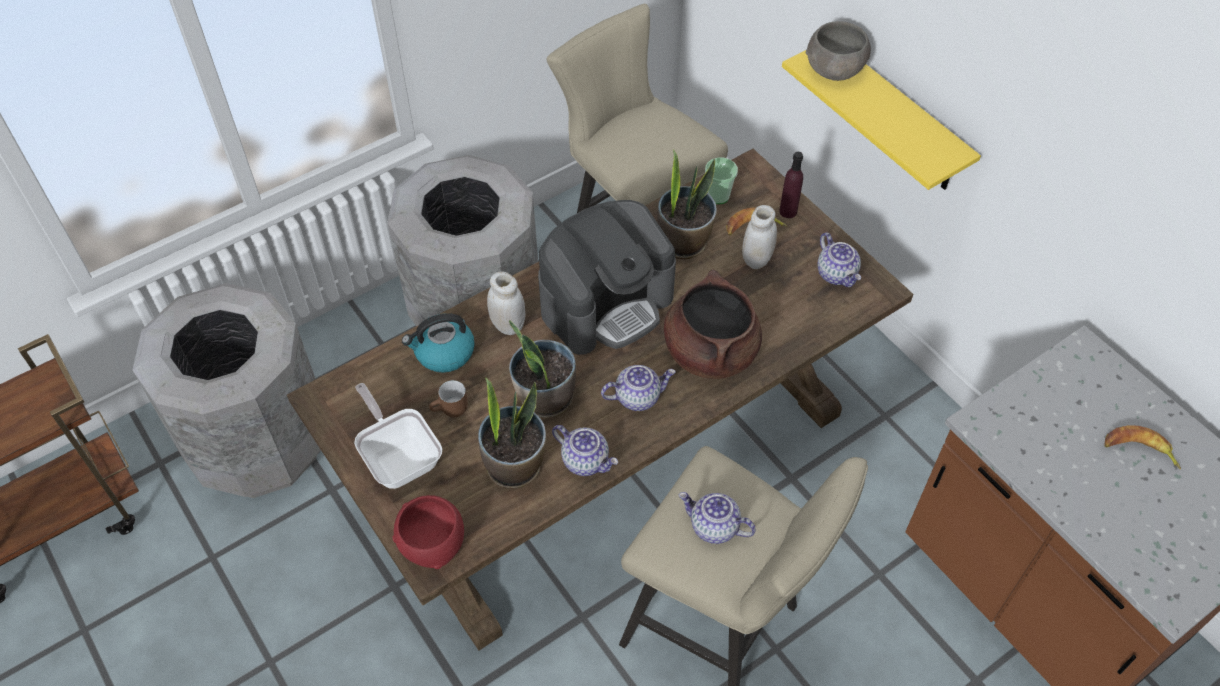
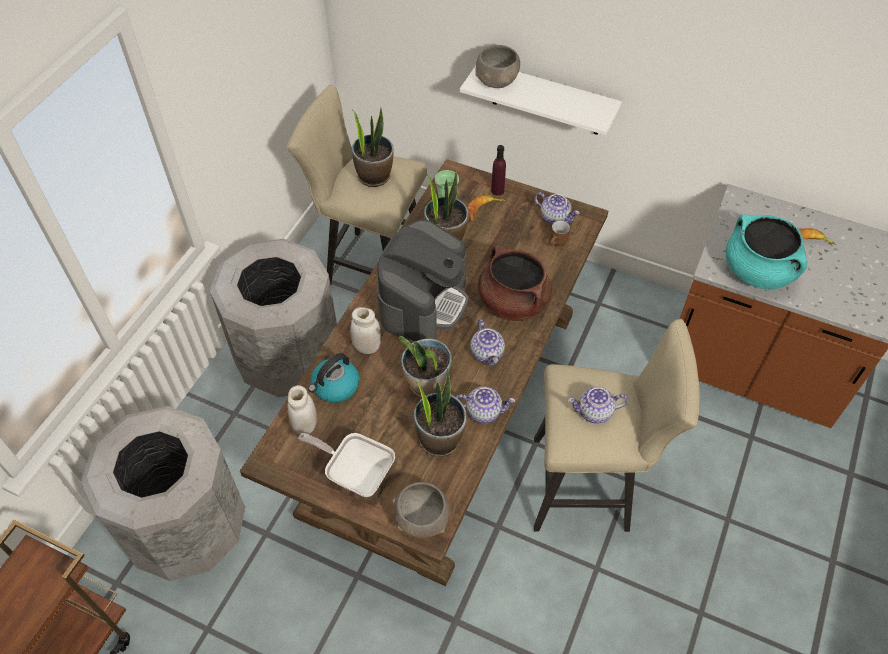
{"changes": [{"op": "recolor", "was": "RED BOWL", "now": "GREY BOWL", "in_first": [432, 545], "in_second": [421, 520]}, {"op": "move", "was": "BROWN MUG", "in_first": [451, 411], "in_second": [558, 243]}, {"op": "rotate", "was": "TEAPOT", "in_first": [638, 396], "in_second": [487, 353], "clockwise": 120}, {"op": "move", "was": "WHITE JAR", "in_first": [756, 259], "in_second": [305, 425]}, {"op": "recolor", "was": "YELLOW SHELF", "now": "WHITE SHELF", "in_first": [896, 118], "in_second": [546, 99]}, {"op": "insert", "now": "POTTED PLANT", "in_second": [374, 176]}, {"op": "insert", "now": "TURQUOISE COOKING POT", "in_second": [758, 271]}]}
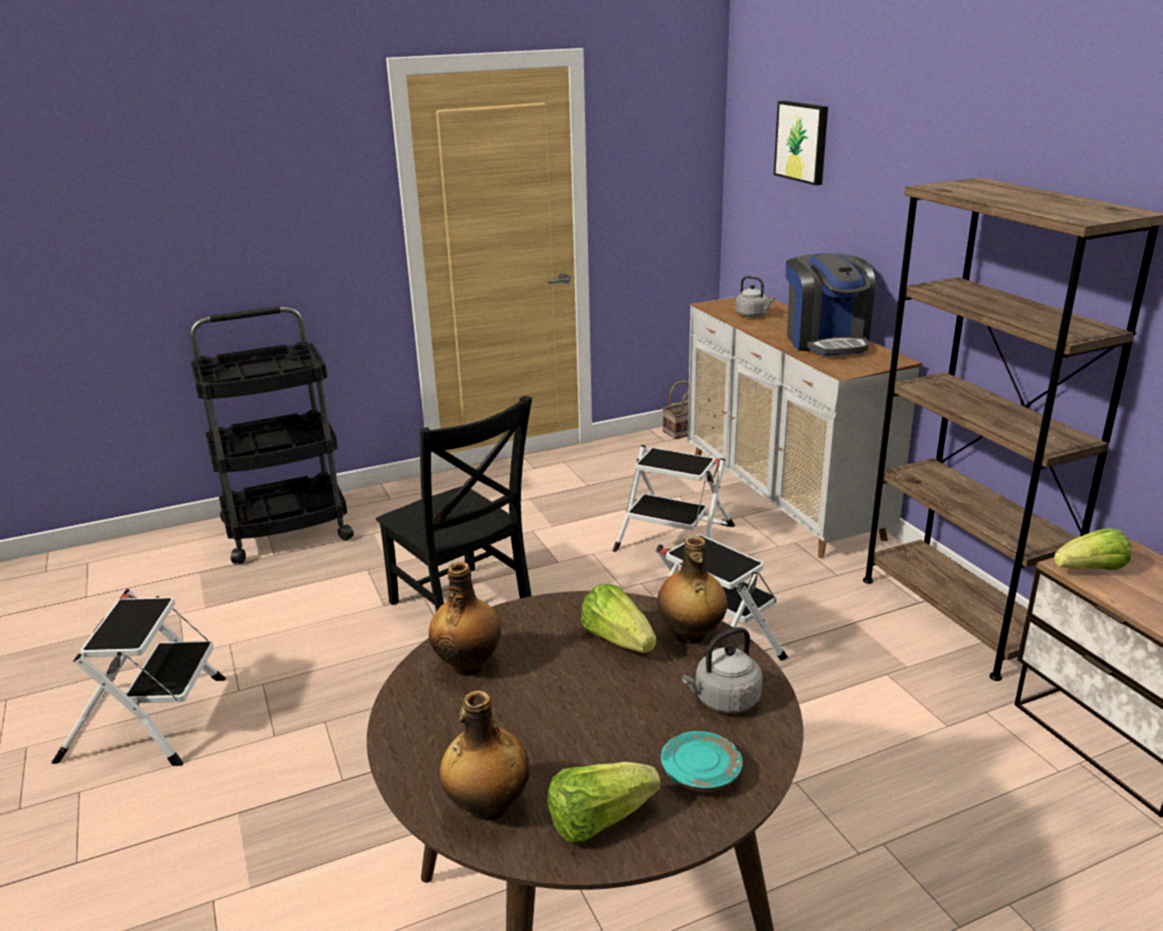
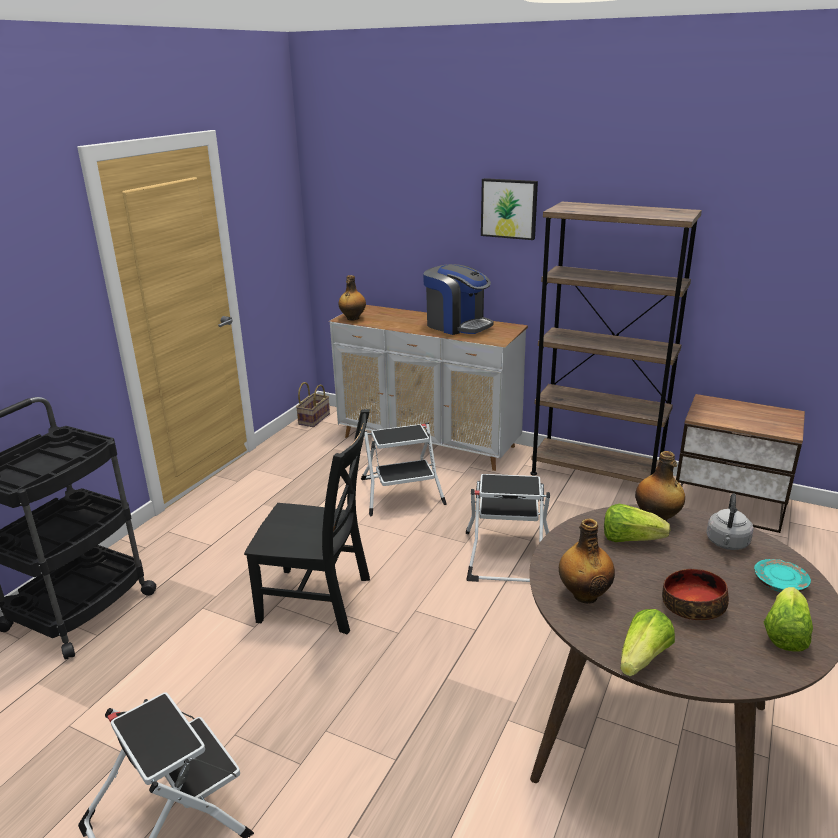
{"changes": [{"op": "move", "was": "BOTTLE", "in_first": [487, 806], "in_second": [352, 318]}, {"op": "delete", "was": "GREY KETTLE", "in_first": [753, 315]}, {"op": "move", "was": "PICTURE", "in_first": [802, 142], "in_second": [509, 208]}, {"op": "move", "was": "LETTUCE", "in_first": [1091, 570], "in_second": [643, 659]}, {"op": "insert", "now": "BOWL", "in_second": [693, 605]}]}
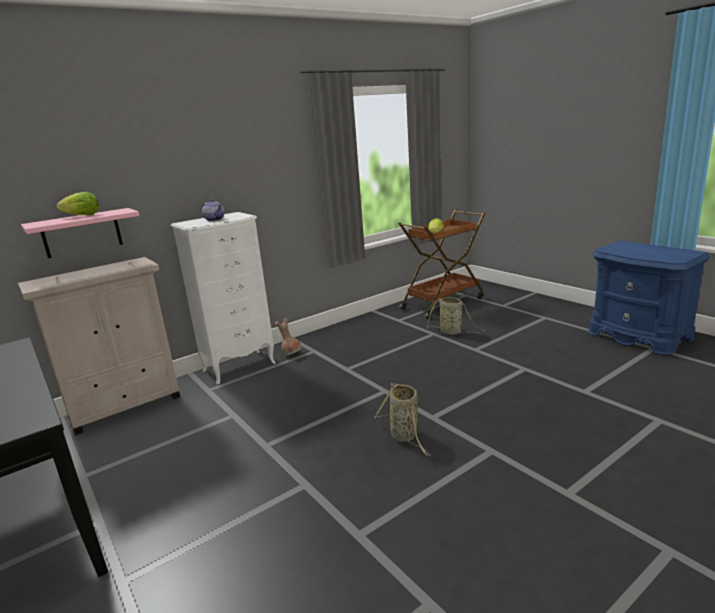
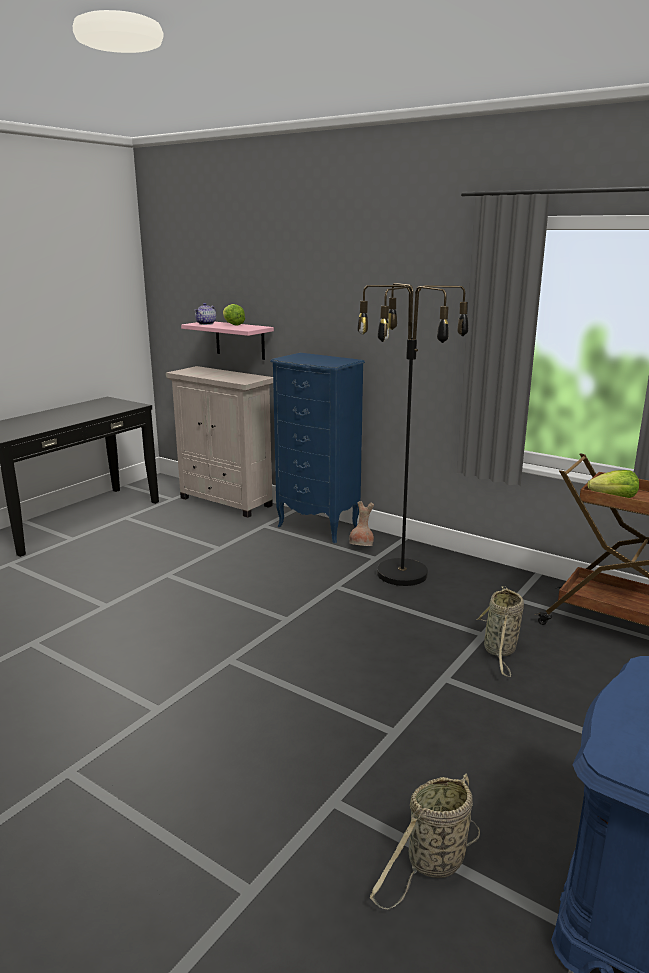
{"changes": [{"op": "recolor", "was": "WHITE DRESSER", "now": "BLUE DRESSER", "in_first": [240, 367], "in_second": [316, 528]}, {"op": "move", "was": "TEAPOT", "in_first": [215, 220], "in_second": [206, 324]}, {"op": "move", "was": "BASKET", "in_first": [405, 436], "in_second": [433, 864]}, {"op": "insert", "now": "FLOOR LAMP", "in_second": [401, 574]}]}
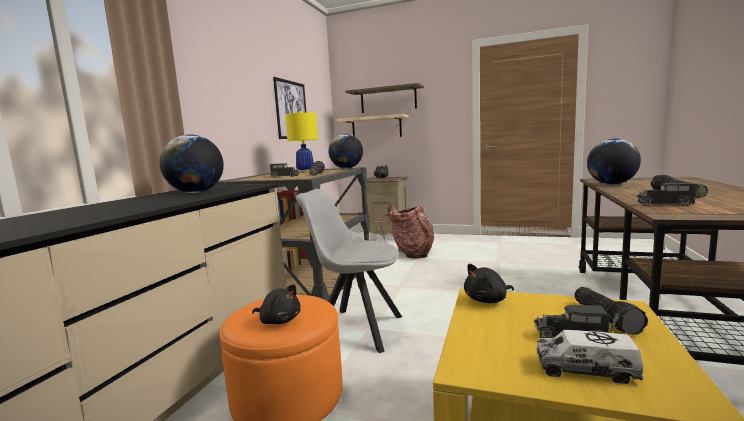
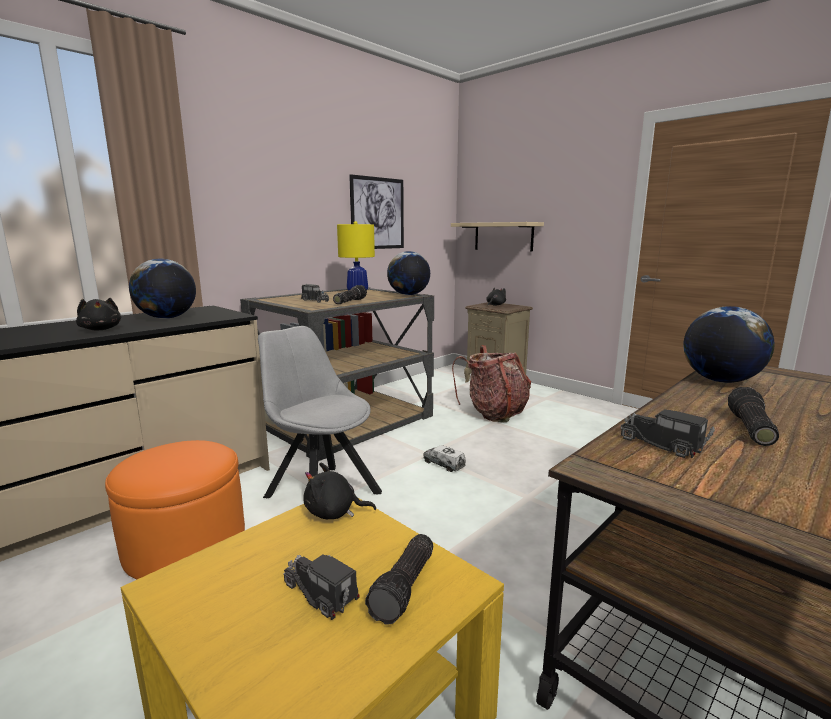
{"changes": [{"op": "move", "was": "BLACK PLUSH TOY", "in_first": [279, 320], "in_second": [101, 329]}, {"op": "delete", "was": "SHELF", "in_first": [388, 100]}, {"op": "move", "was": "TOY TRUCK", "in_first": [585, 369], "in_second": [444, 464]}]}
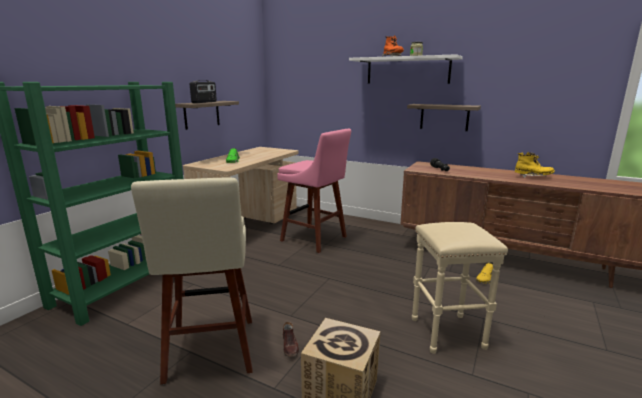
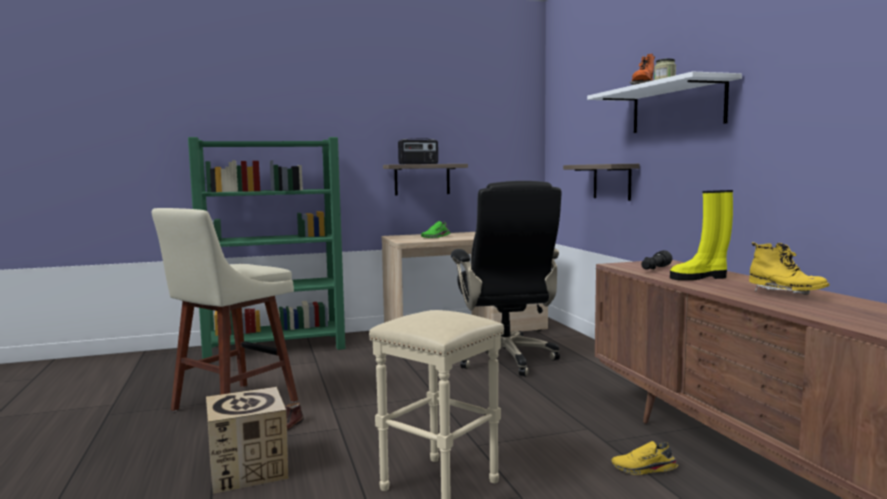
{"changes": [{"op": "replace", "was": "PINK STOOL", "now": "BLACK OFFICE CHAIR", "in_first": [315, 240], "in_second": [505, 361]}, {"op": "move", "was": "SHELF", "in_first": [444, 117], "in_second": [612, 181]}, {"op": "insert", "now": "YELLOW BOOT", "in_second": [700, 278]}]}
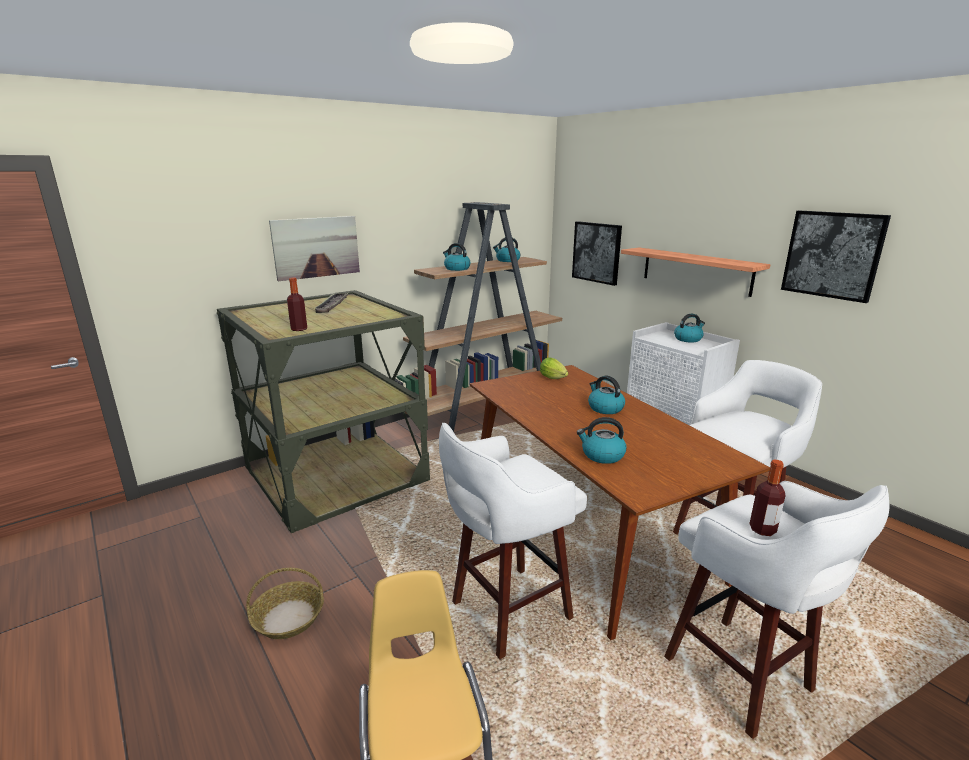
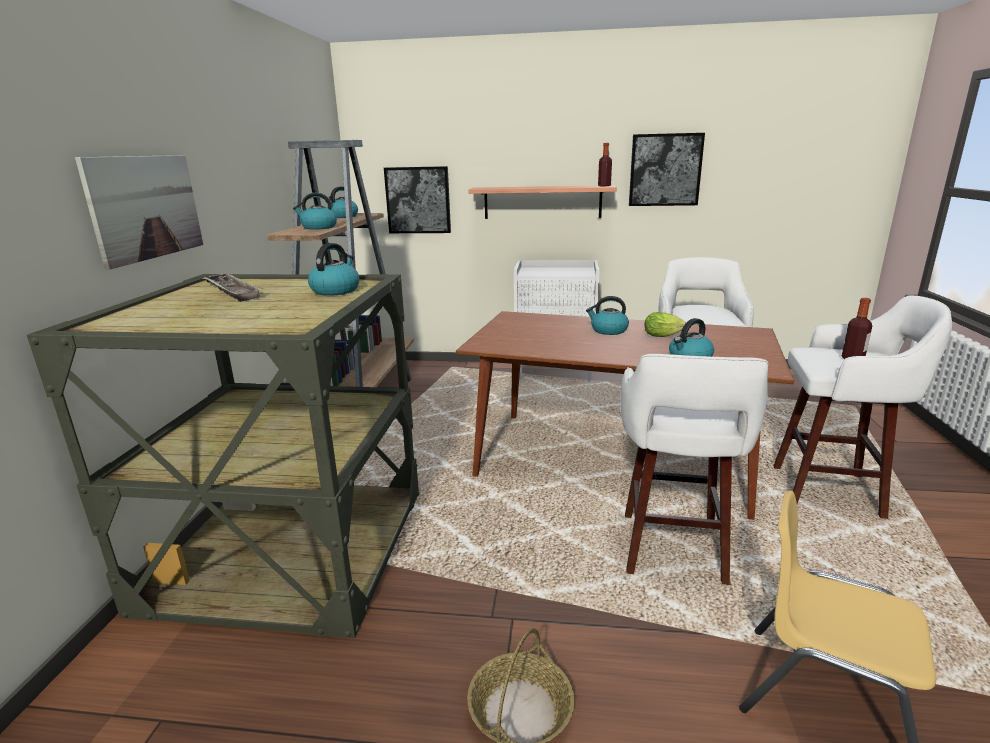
{"changes": [{"op": "move", "was": "BOTTLE", "in_first": [299, 329], "in_second": [604, 186]}, {"op": "move", "was": "LETTUCE", "in_first": [554, 379], "in_second": [664, 336]}, {"op": "move", "was": "KETTLE", "in_first": [688, 339], "in_second": [336, 290]}]}
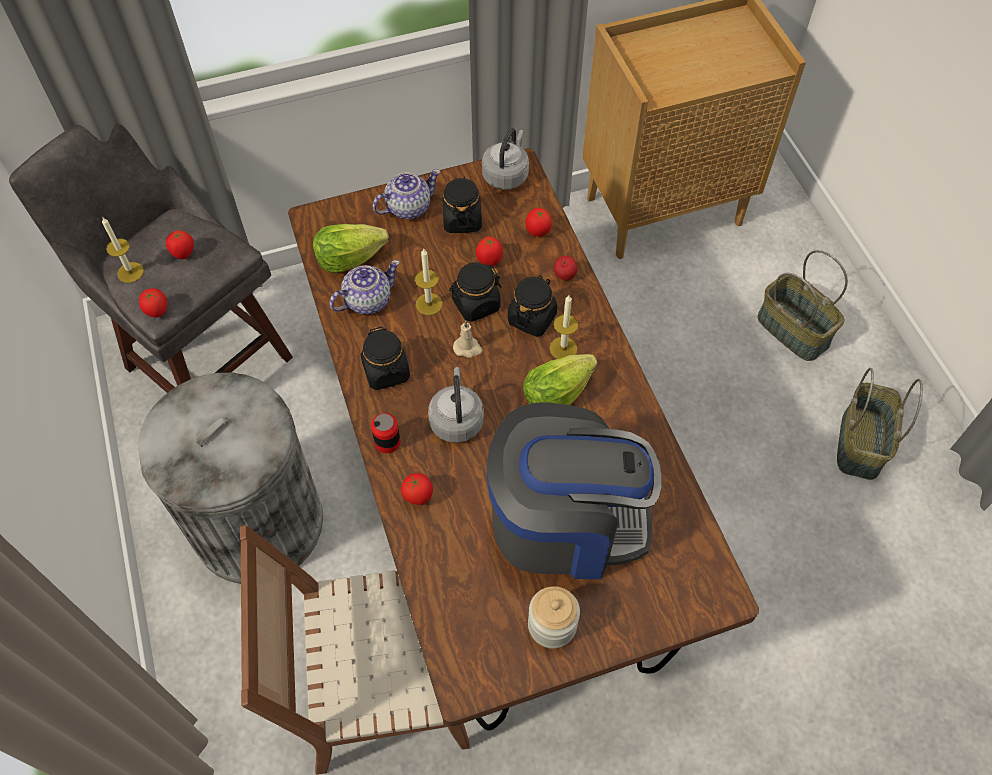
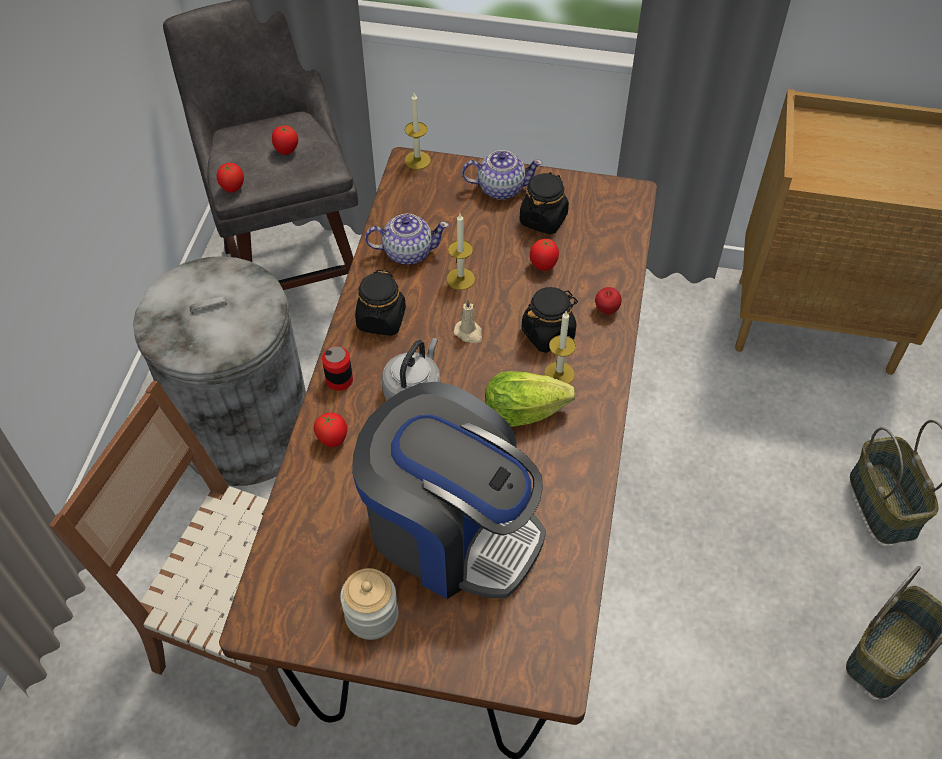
{"changes": [{"op": "move", "was": "CANDLE", "in_first": [130, 272], "in_second": [417, 160]}, {"op": "delete", "was": "LETTUCE", "in_first": [349, 259]}, {"op": "delete", "was": "BLACK JAR", "in_first": [476, 304]}, {"op": "delete", "was": "GREY KETTLE", "in_first": [506, 175]}, {"op": "delete", "was": "TOMATO", "in_first": [538, 232]}]}
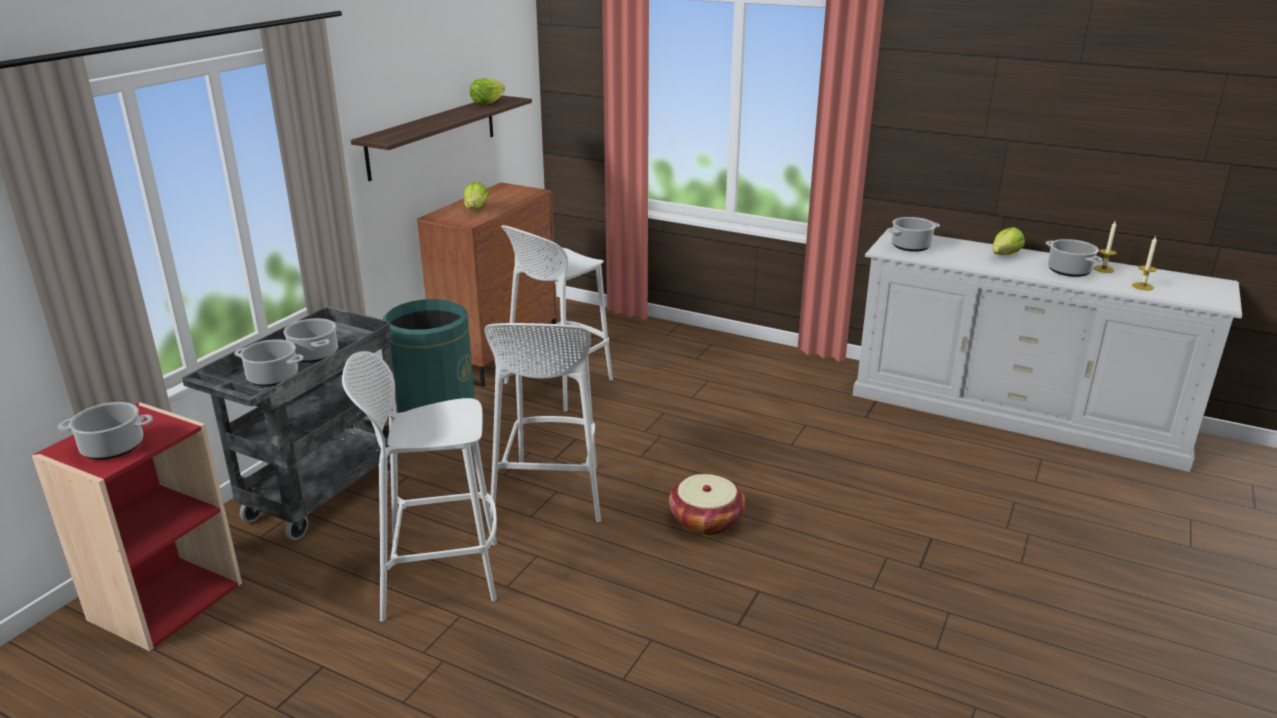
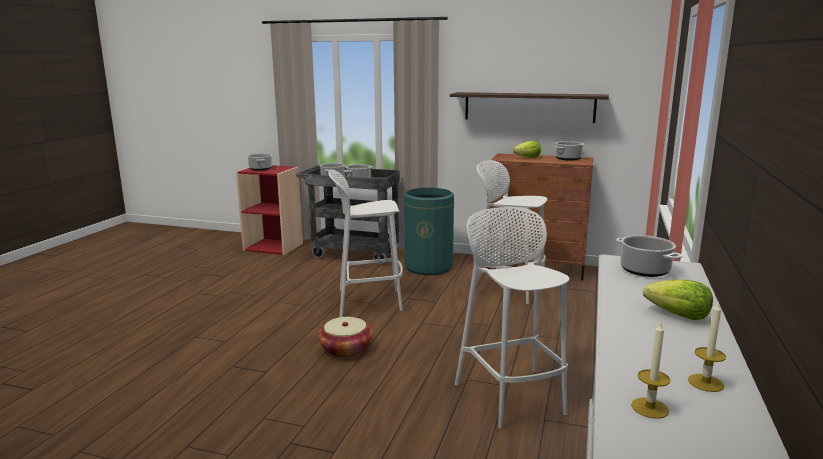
{"changes": [{"op": "move", "was": "WHITE STOOL", "in_first": [437, 575], "in_second": [512, 396]}, {"op": "delete", "was": "LETTUCE", "in_first": [487, 103]}, {"op": "move", "was": "COOKING POT", "in_first": [1069, 271], "in_second": [568, 159]}]}
